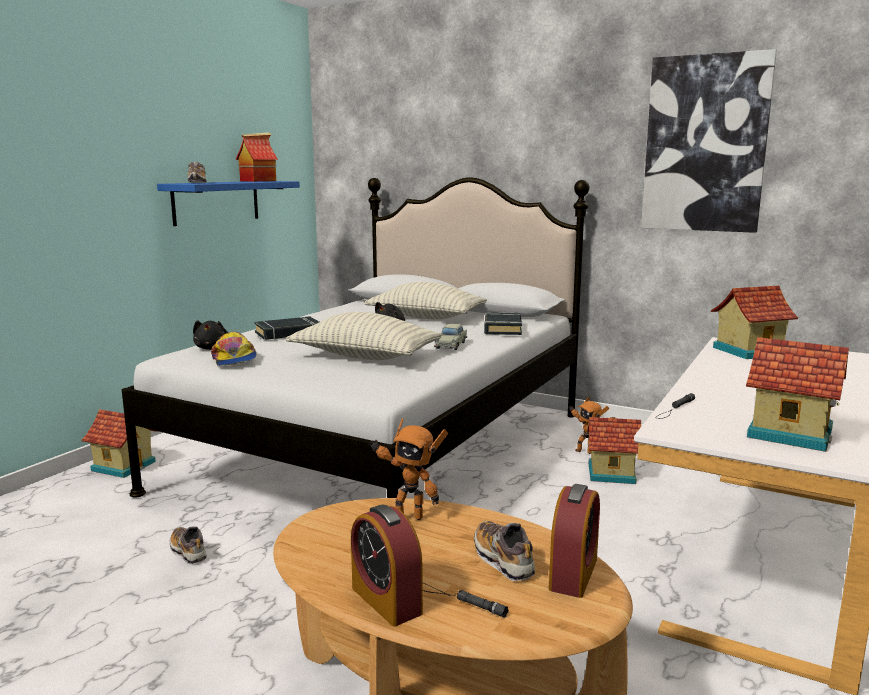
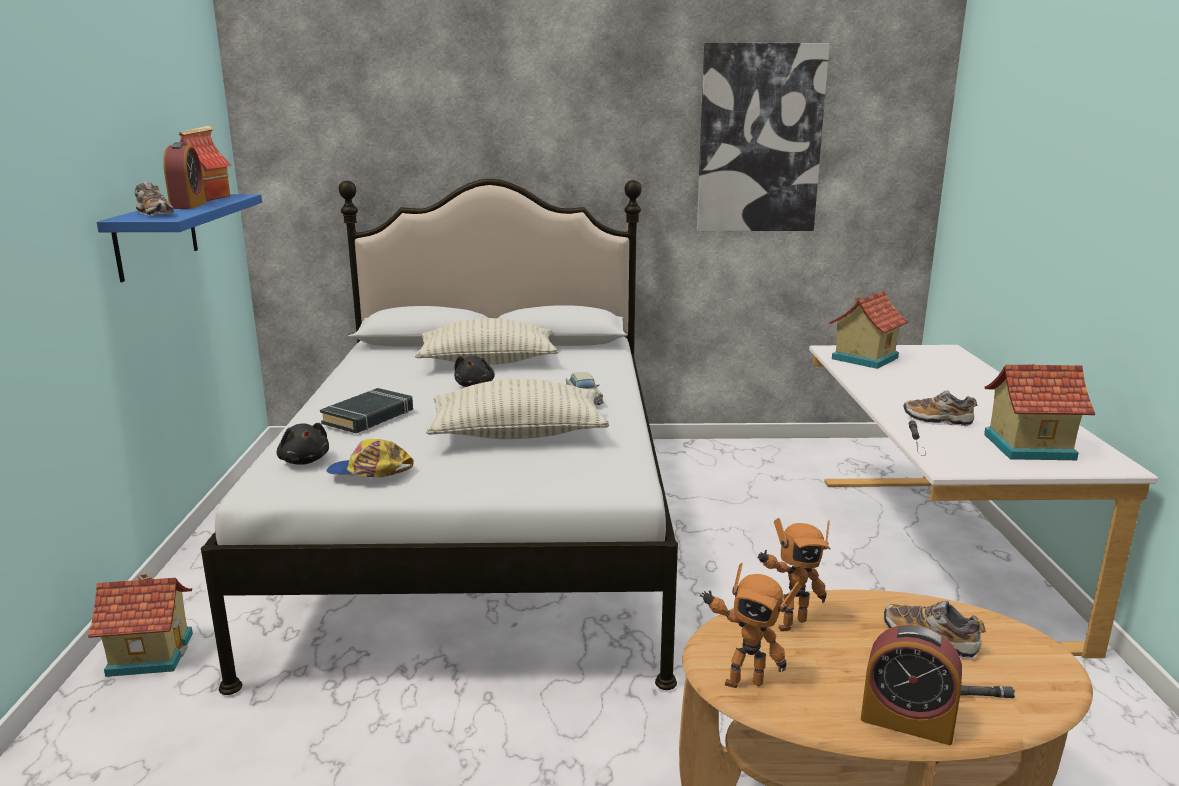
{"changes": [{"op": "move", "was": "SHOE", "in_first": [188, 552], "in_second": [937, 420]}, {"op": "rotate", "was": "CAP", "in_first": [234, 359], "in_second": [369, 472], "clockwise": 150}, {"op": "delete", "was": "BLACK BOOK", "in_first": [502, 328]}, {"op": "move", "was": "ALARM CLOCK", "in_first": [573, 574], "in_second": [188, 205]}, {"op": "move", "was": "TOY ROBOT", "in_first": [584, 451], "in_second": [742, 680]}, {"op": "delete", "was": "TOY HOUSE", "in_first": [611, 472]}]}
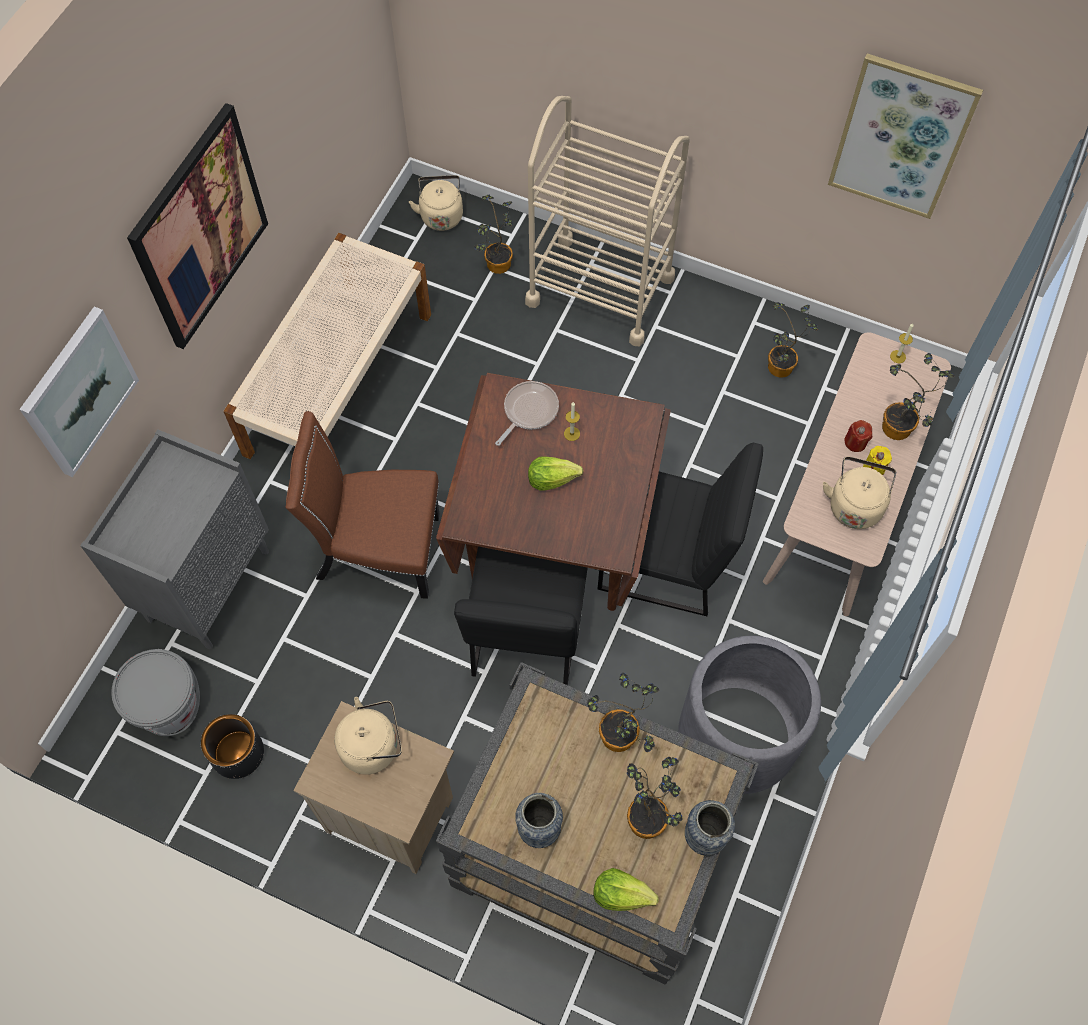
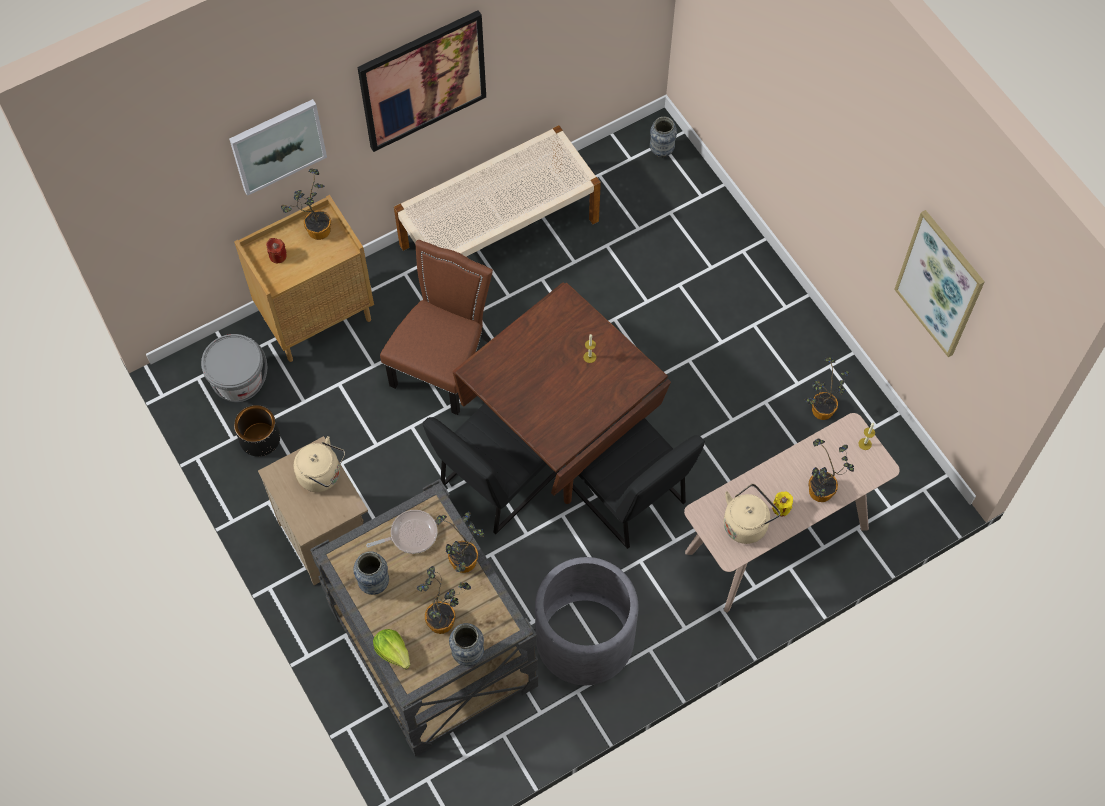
{"changes": [{"op": "recolor", "was": "GREY CABINET", "now": "BROWN CABINET", "in_first": [209, 584], "in_second": [318, 319]}, {"op": "rotate", "was": "BROWN CHAIR", "in_first": [381, 551], "in_second": [442, 366], "clockwise": 75}, {"op": "replace", "was": "BEIGE KETTLE", "now": "VASE", "in_first": [441, 214], "in_second": [661, 150]}, {"op": "move", "was": "POTTED PLANT", "in_first": [496, 266], "in_second": [315, 231]}, {"op": "move", "was": "FRYING PAN", "in_first": [528, 411], "in_second": [410, 534]}, {"op": "delete", "was": "BEIGE CART", "in_first": [600, 290]}, {"op": "delete", "was": "LETTUCE", "in_first": [552, 478]}, {"op": "move", "was": "RED CANDLE", "in_first": [855, 442], "in_second": [277, 256]}]}
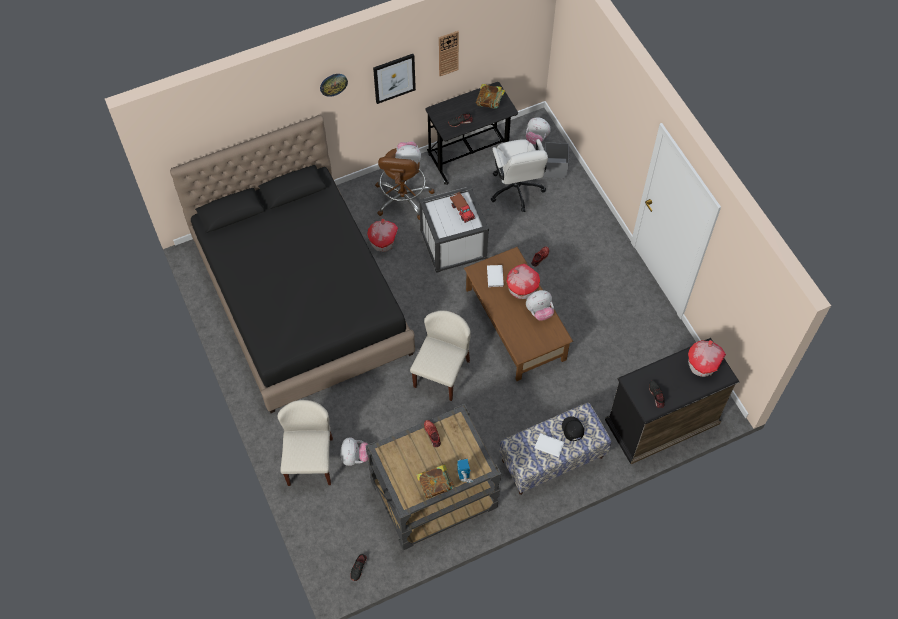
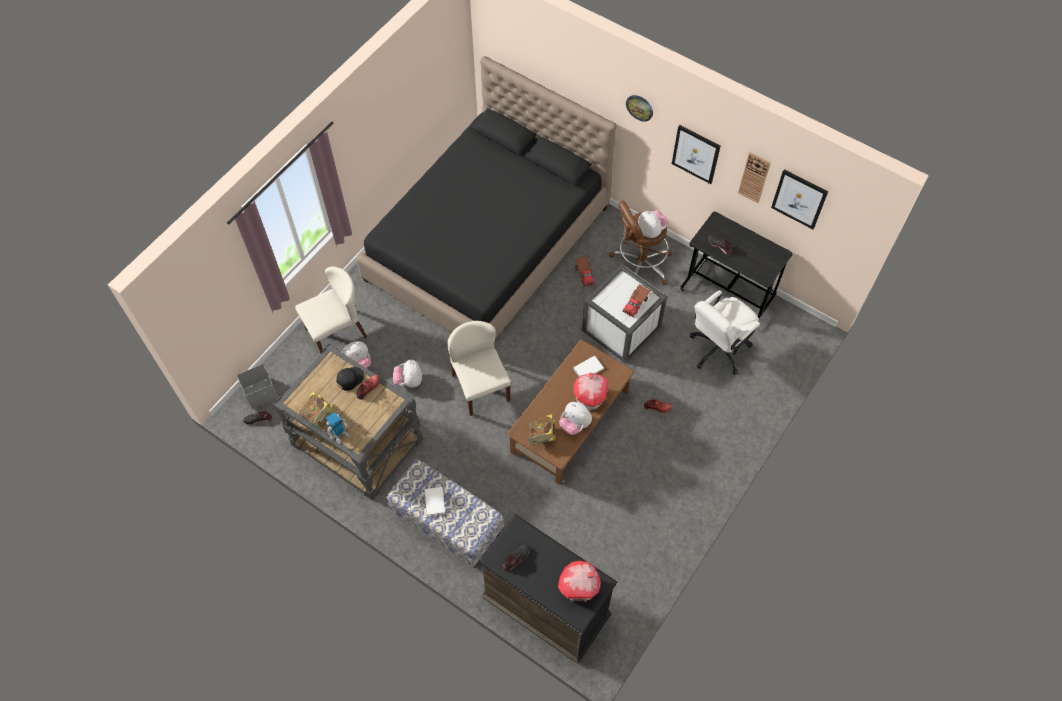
{"changes": [{"op": "replace", "was": "TOY HOUSE", "now": "TOY TRUCK", "in_first": [383, 241], "in_second": [584, 273]}, {"op": "rotate", "was": "BEIGE CHAIR", "in_first": [441, 373], "in_second": [480, 387], "clockwise": -105}, {"op": "move", "was": "BOOK", "in_first": [490, 103], "in_second": [542, 436]}, {"op": "move", "was": "PLUSH TOY", "in_first": [536, 138], "in_second": [409, 381]}, {"op": "move", "was": "GREY STORAGE BOX", "in_first": [555, 167], "in_second": [261, 393]}, {"op": "move", "was": "BLACK CAP", "in_first": [572, 429], "in_second": [350, 378]}, {"op": "insert", "now": "PICTURE", "in_second": [799, 198]}]}
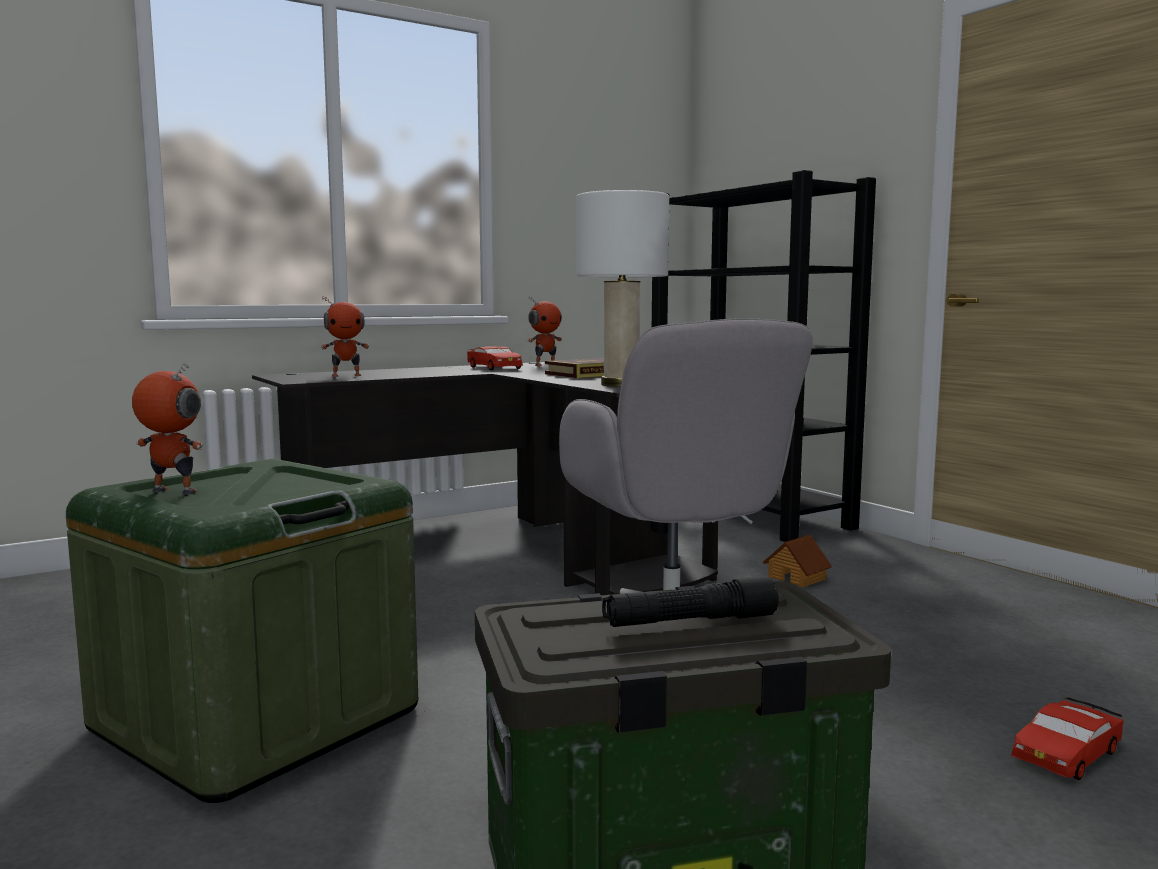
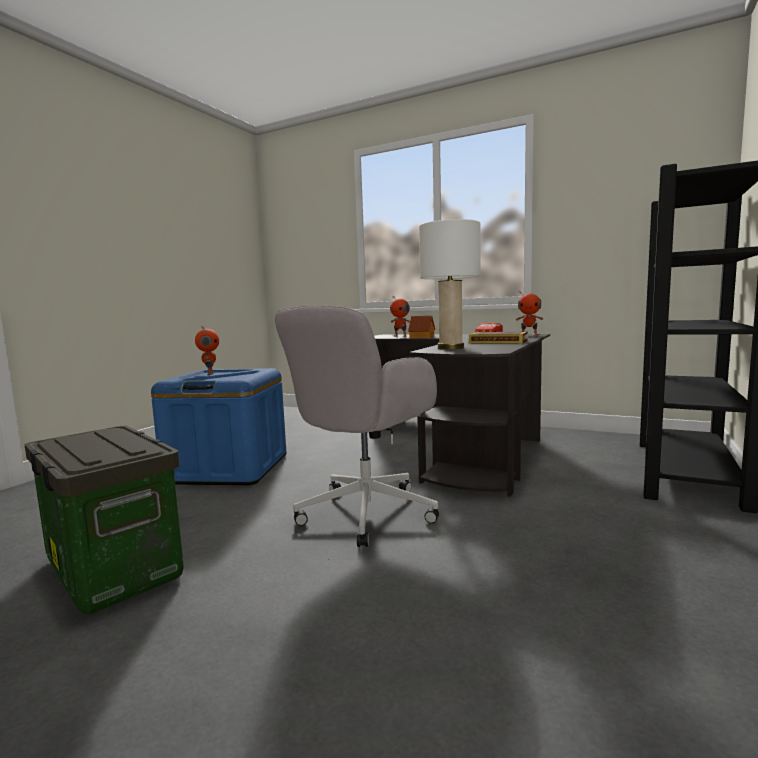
{"changes": [{"op": "recolor", "was": "GREEN STORAGE BOX", "now": "BLUE STORAGE BOX", "in_first": [256, 719], "in_second": [228, 468]}, {"op": "delete", "was": "BLACK FLASHLIGHT", "in_first": [689, 622]}, {"op": "move", "was": "TOY HOUSE", "in_first": [797, 578], "in_second": [422, 337]}, {"op": "delete", "was": "RED TOY CAR", "in_first": [1066, 753]}]}
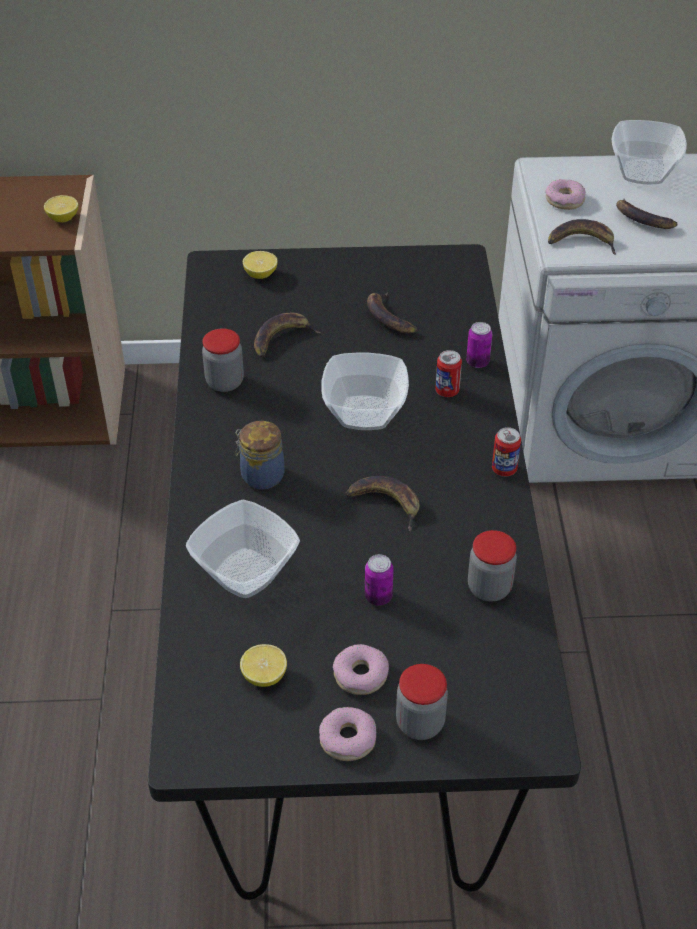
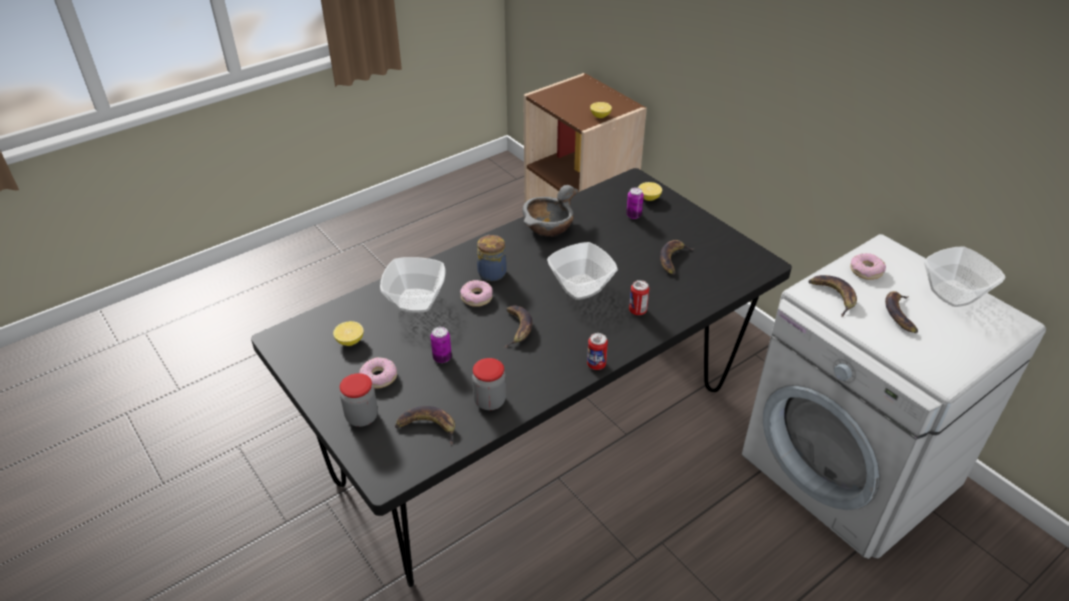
{"changes": [{"op": "replace", "was": "JAR", "now": "GREY BOWL", "in_first": [225, 382], "in_second": [548, 227]}, {"op": "move", "was": "BANANA", "in_first": [282, 338], "in_second": [428, 427]}, {"op": "move", "was": "DONUT", "in_first": [348, 739], "in_second": [476, 297]}, {"op": "move", "was": "CAN", "in_first": [477, 362], "in_second": [633, 215]}]}
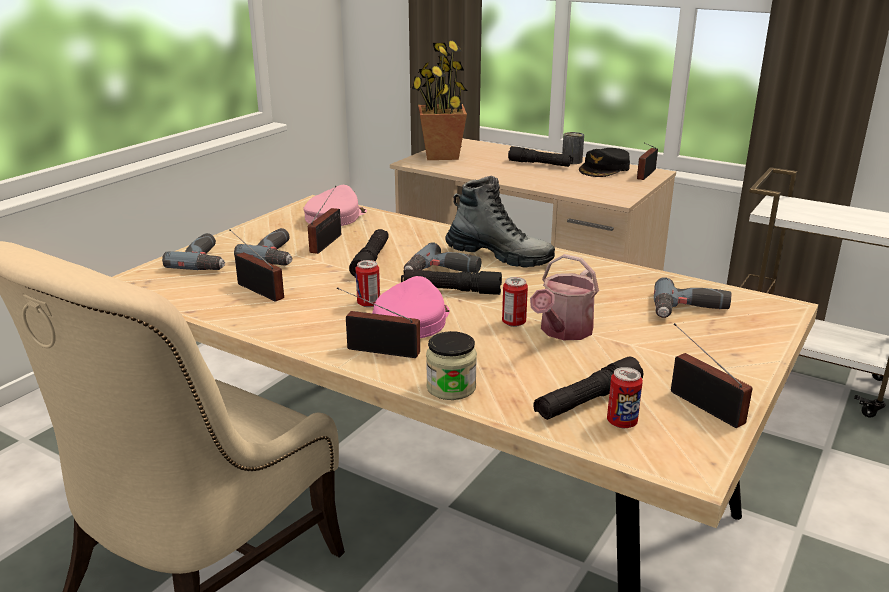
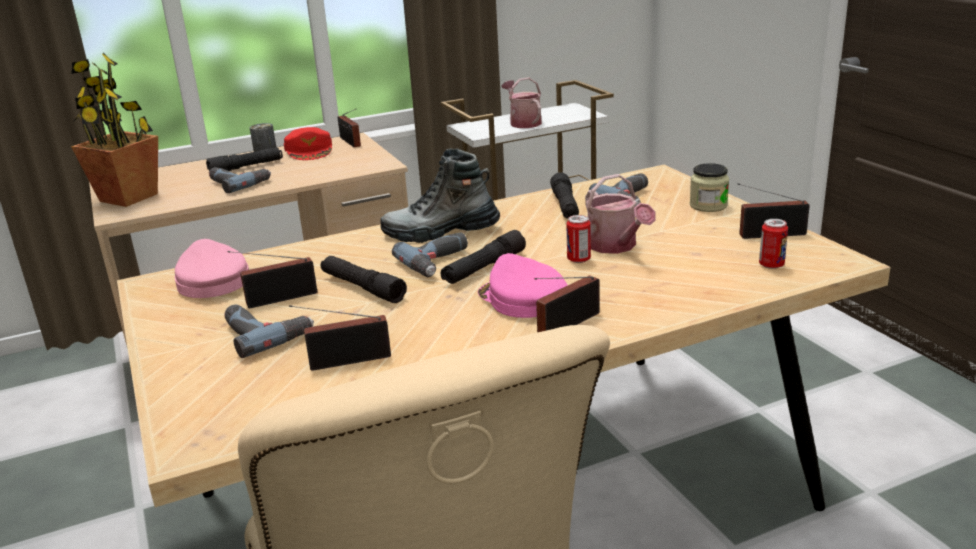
{"changes": [{"op": "move", "was": "POWER DRILL", "in_first": [206, 260], "in_second": [238, 182]}, {"op": "rotate", "was": "RADIO", "in_first": [328, 242], "in_second": [277, 299], "clockwise": -75}, {"op": "delete", "was": "CAN", "in_first": [368, 304]}, {"op": "move", "was": "JAR", "in_first": [451, 387], "in_second": [708, 205]}, {"op": "rotate", "was": "BOOT", "in_first": [499, 256], "in_second": [441, 232], "clockwise": -150}, {"op": "move", "was": "BLACK FLASHLIGHT", "in_first": [587, 401], "in_second": [565, 205]}, {"op": "recolor", "was": "BLACK CAP", "now": "RED CAP", "in_first": [604, 169], "in_second": [309, 150]}, {"op": "insert", "now": "WATERING CAN", "in_second": [523, 122]}]}
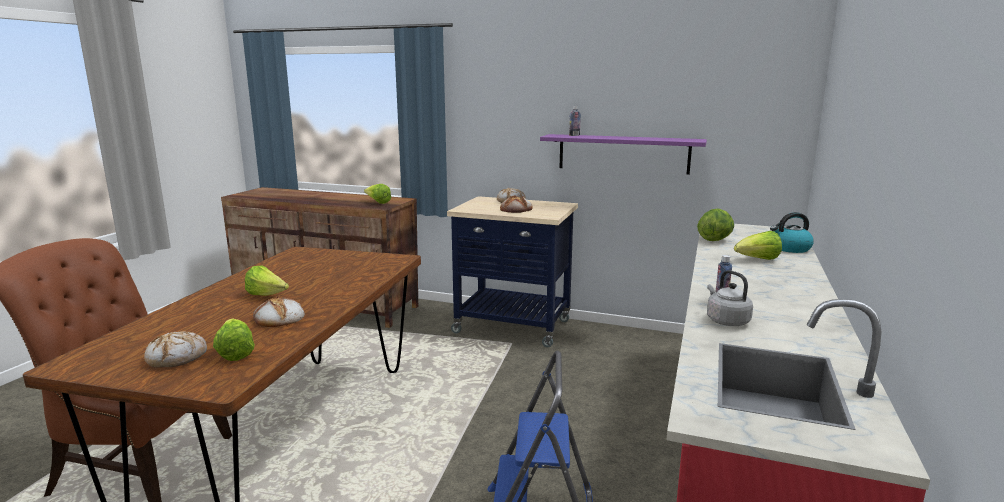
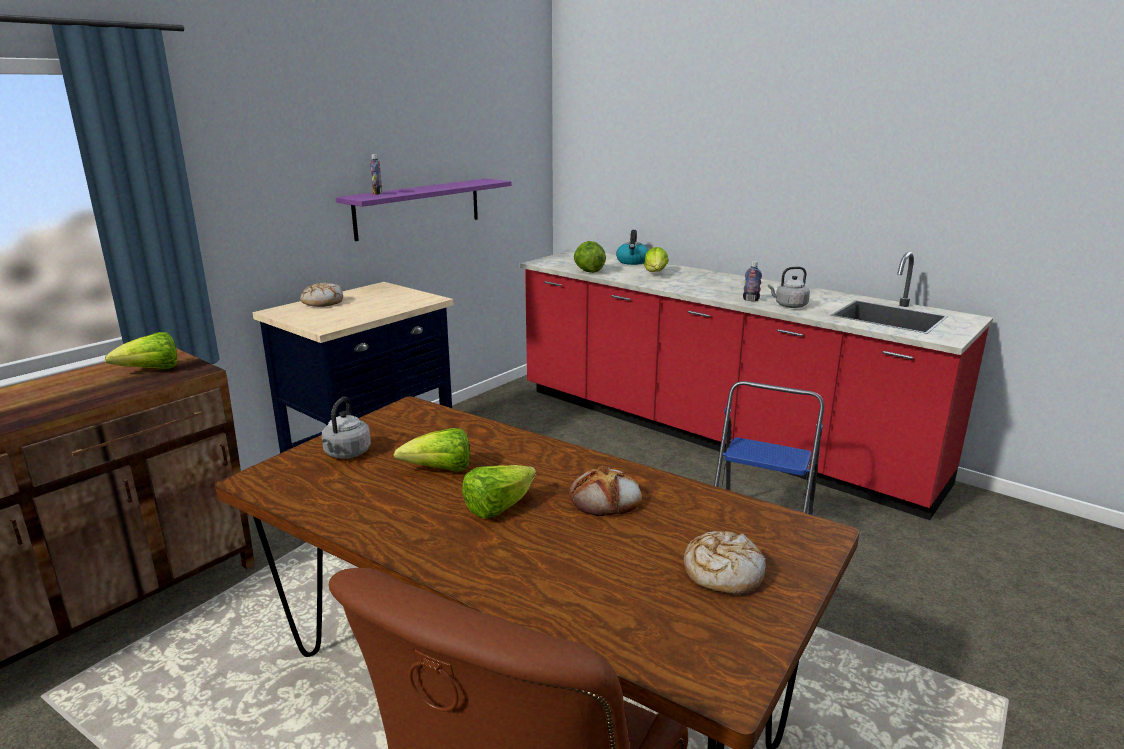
{"changes": [{"op": "move", "was": "LETTUCE", "in_first": [235, 353], "in_second": [440, 470]}, {"op": "delete", "was": "BREAD", "in_first": [516, 209]}, {"op": "insert", "now": "GREY KETTLE", "in_second": [346, 454]}]}
